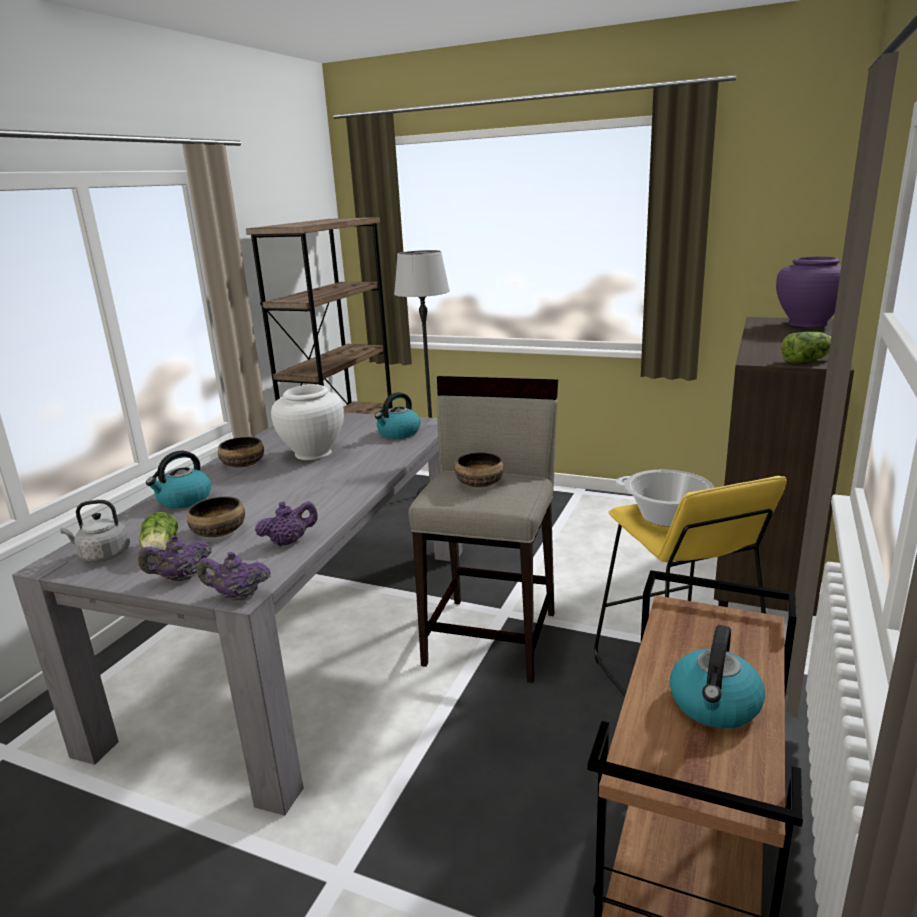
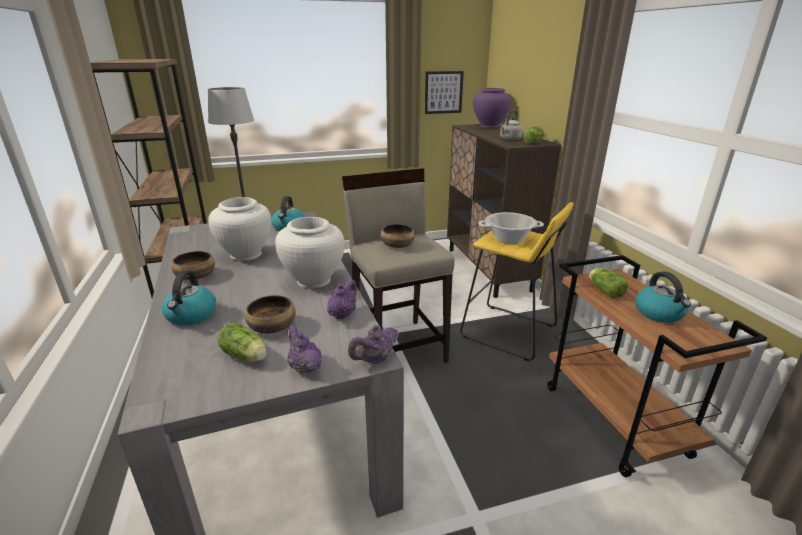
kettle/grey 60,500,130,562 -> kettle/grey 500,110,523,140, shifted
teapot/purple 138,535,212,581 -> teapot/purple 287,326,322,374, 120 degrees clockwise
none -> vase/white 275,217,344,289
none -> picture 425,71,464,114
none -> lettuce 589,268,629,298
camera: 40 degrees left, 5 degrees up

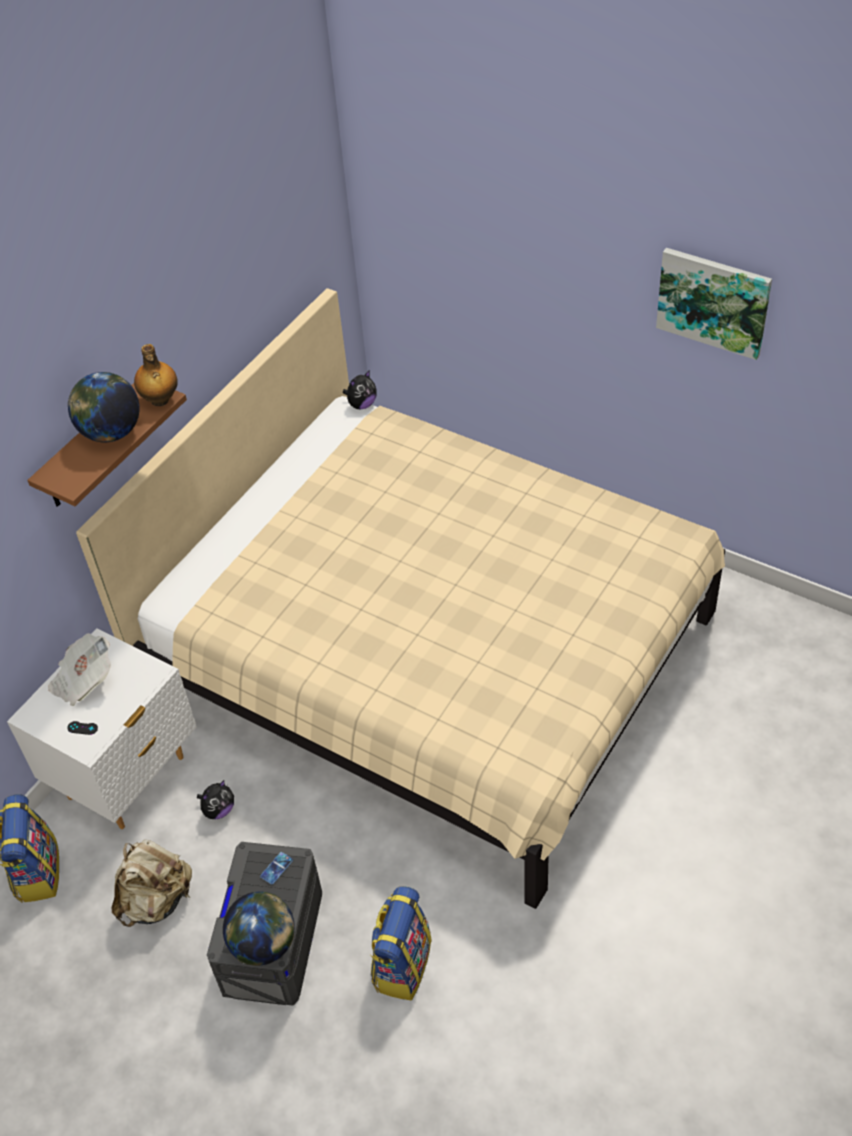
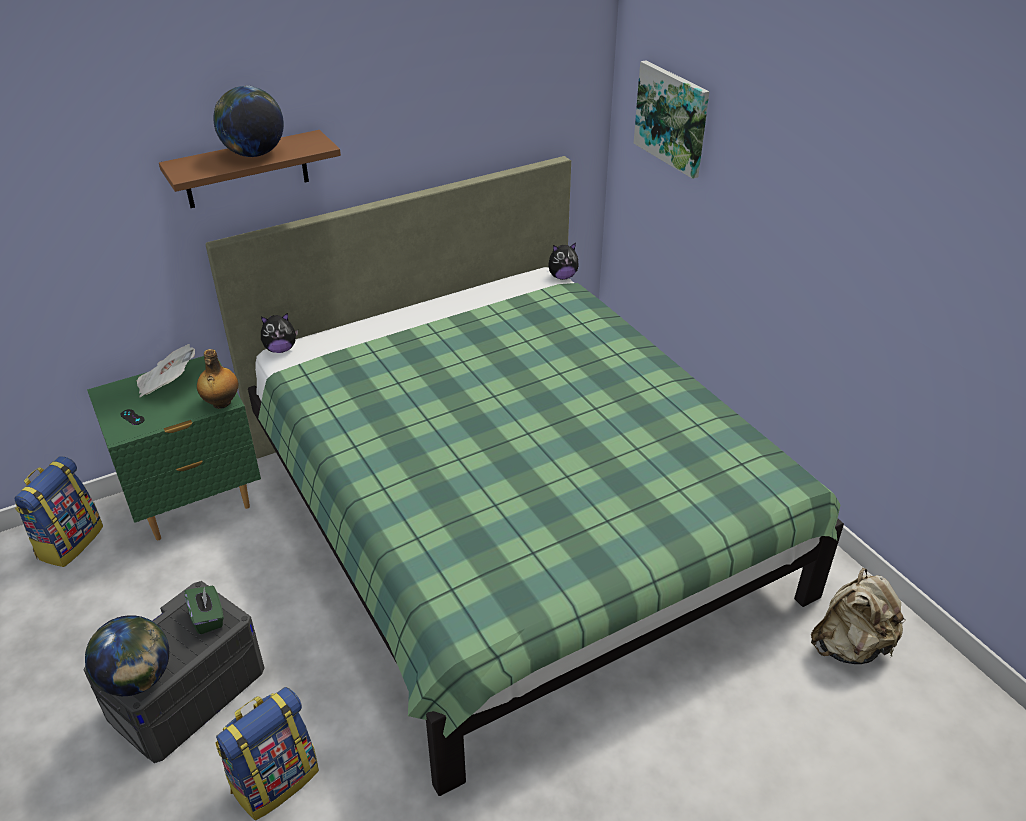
nightstand/white 7,628,197,829 -> nightstand/green 87,356,261,540
bed/beige 76,288,725,909 -> bed/green 205,156,844,796
backpack/beige 112,840,192,927 -> backpack/beige 811,568,906,664, shifted
bottle 134,344,178,406 -> bottle 197,349,238,409, shifted
plush toy 197,780,234,819 -> plush toy 261,313,298,353, shifted
phone 260,852,293,885 -> tissue box/green 184,585,224,634
picture 656,248,772,360 -> picture 634,60,709,179, shifted
camera: 25 degrees right, 10 degrees down

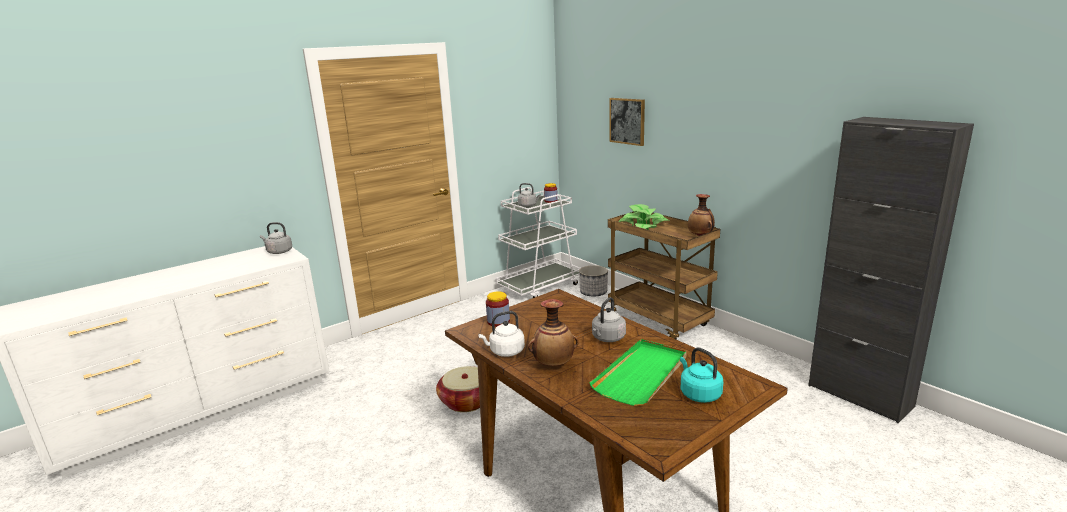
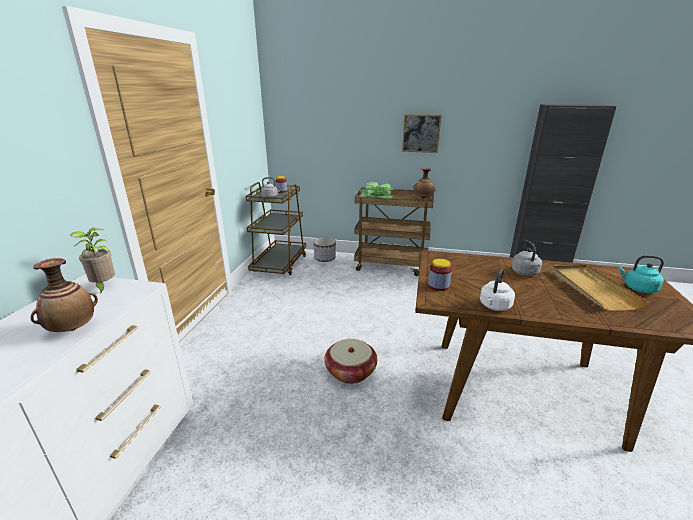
kettle/grey 260,222,292,254 -> potted plant 70,228,115,292
cart/white 495,187,580,298 -> cart/brown 245,182,306,275
vase 528,299,578,366 -> vase 30,258,98,332, shifted
tray/green 589,339,687,406 -> tray/beige 552,265,650,311
picture 610,98,645,146 -> picture 402,114,441,153, shifted
camera: 40 degrees left, 5 degrees up

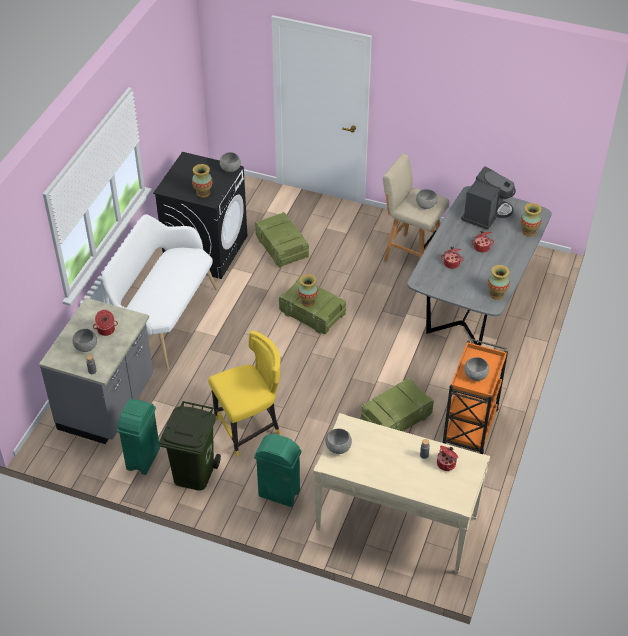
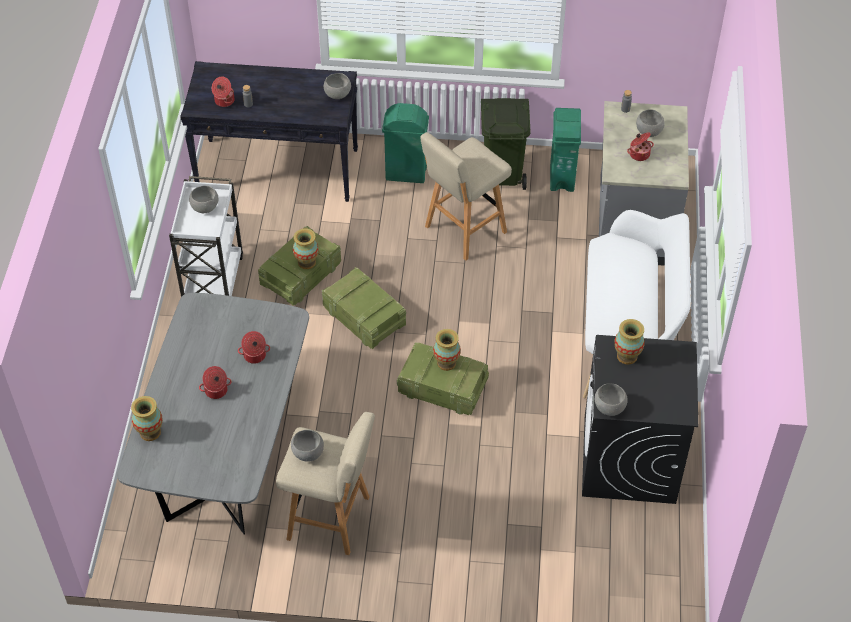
chair/yellow 208,331,280,456 -> stool/beige 421,132,512,261
crate 255,212,309,268 -> crate 322,267,406,349, shifted
console table/beige 313,413,490,574 -> console table/black 180,61,358,202
cart/orange 443,339,508,454 -> cart/white 169,176,243,297
coffee machine 461,166,516,230 -> none
vase 488,265,510,300 -> vase 293,228,319,269, shifted
camera: 165 degrees right, 5 degrees up

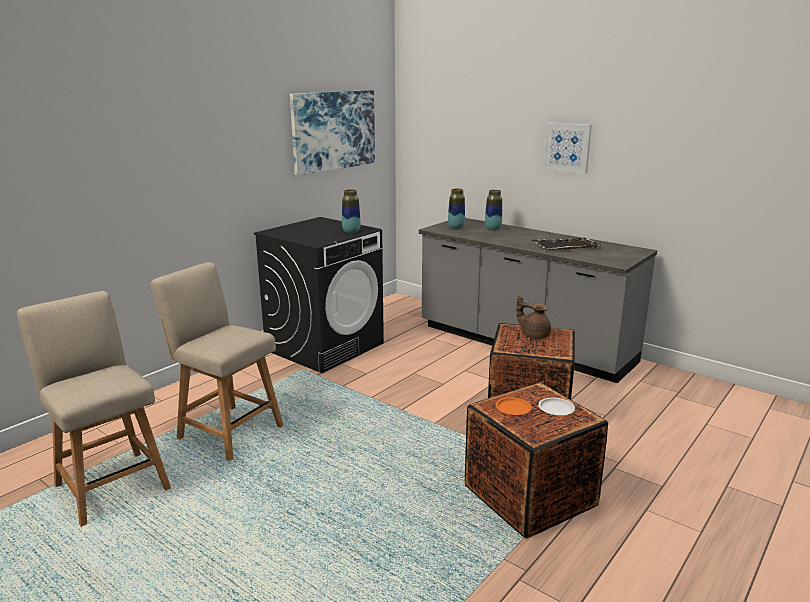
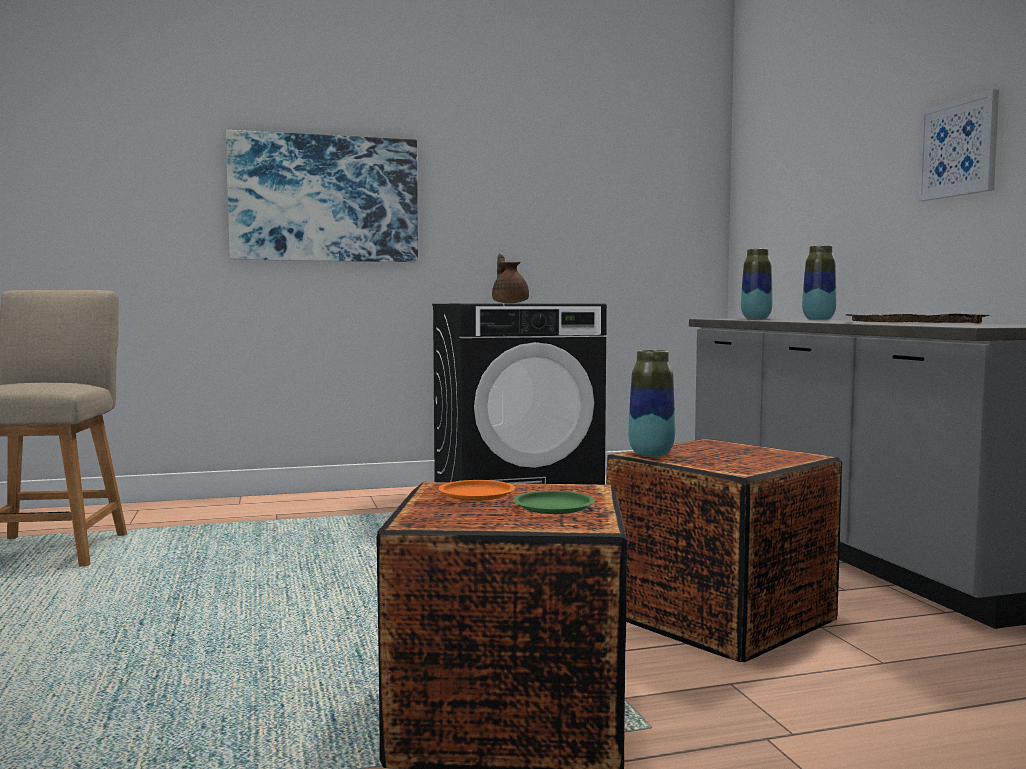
chair/beige 151,262,284,461 -> none
picture 290,90,375,176 -> picture 226,130,418,262, shifted
vase 342,189,361,233 -> vase 628,350,675,457, shifted
teapot/brown 516,295,551,339 -> teapot/brown 492,254,529,303, shifted
plate/white 538,398,575,416 -> plate/green 513,491,595,514
camera: 35 degrees right, 15 degrees down

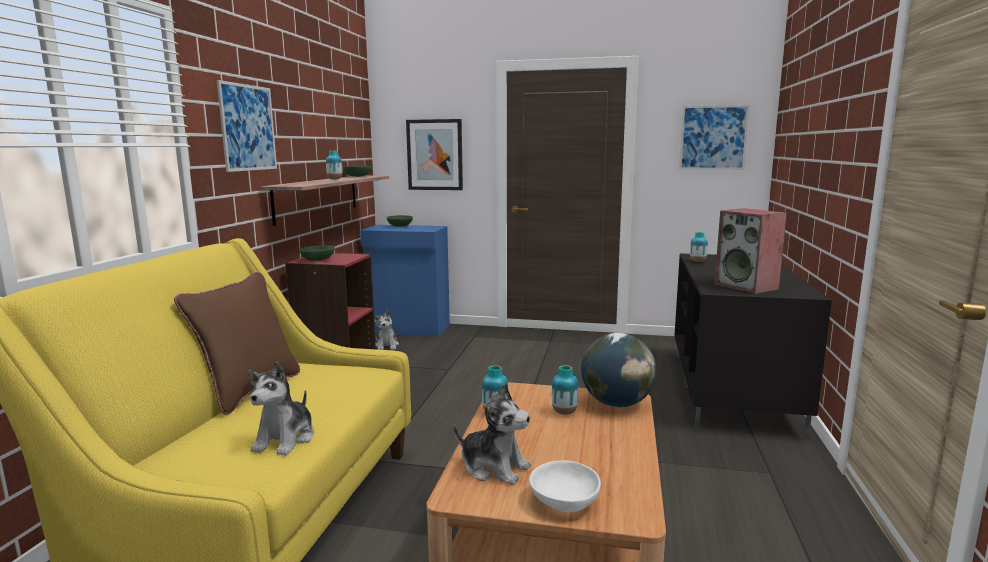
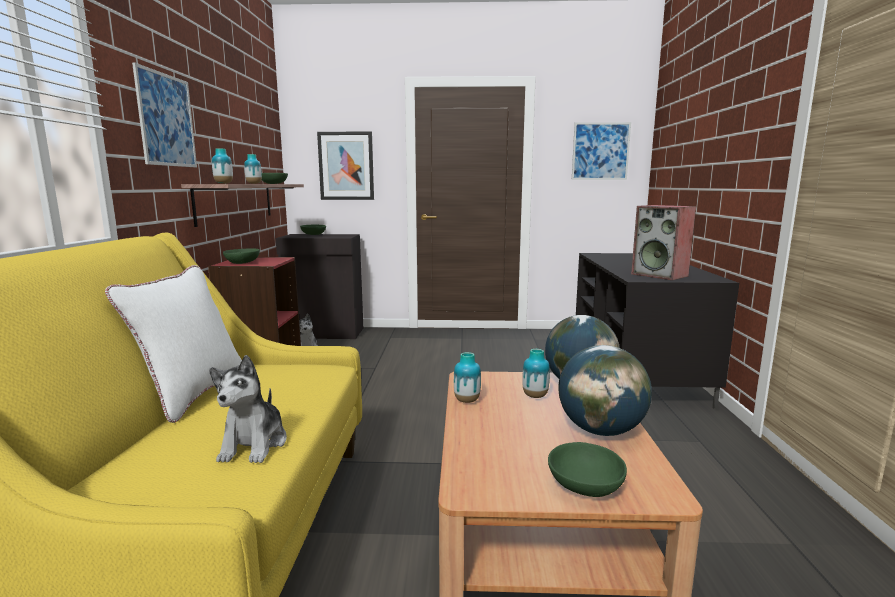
pillow/brown 174,272,300,415 -> pillow/white 105,265,242,423
cabinet/blue 360,225,450,337 -> cabinet/black 276,234,363,339
plush toy 454,383,531,485 -> none
bowl/white 529,460,601,512 -> bowl/green 548,442,627,497
vase 690,232,708,262 -> vase 212,148,233,184, shifted
none -> globe 559,345,652,436
camera: 10 degrees left, 0 degrees up

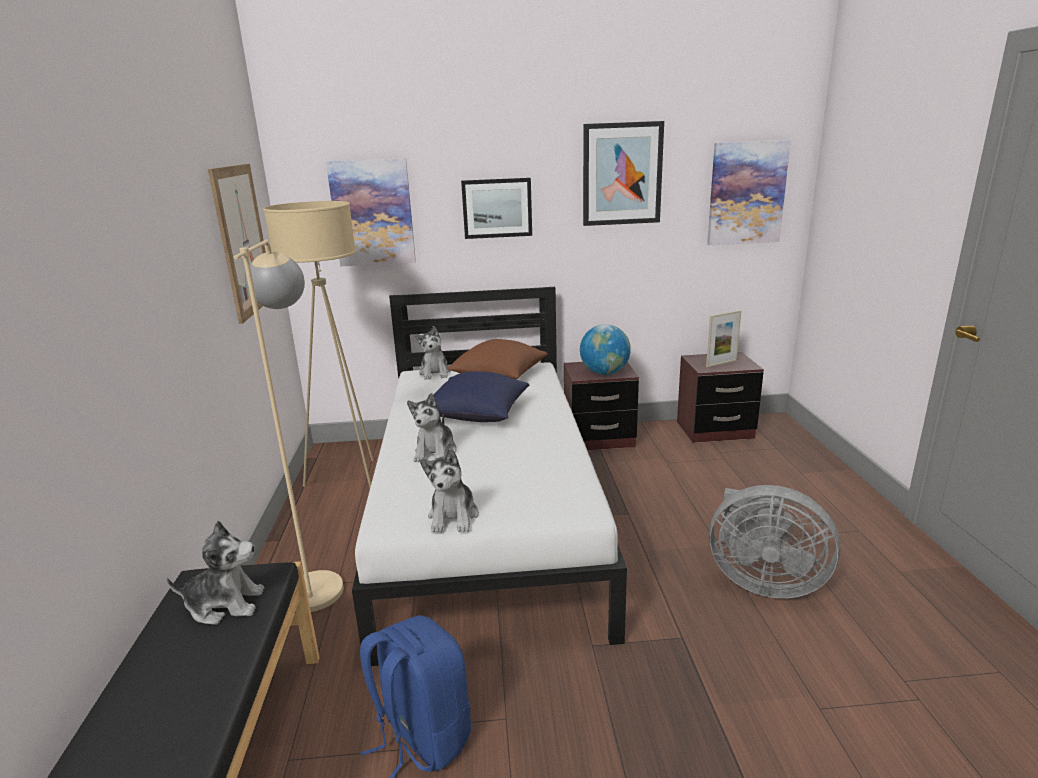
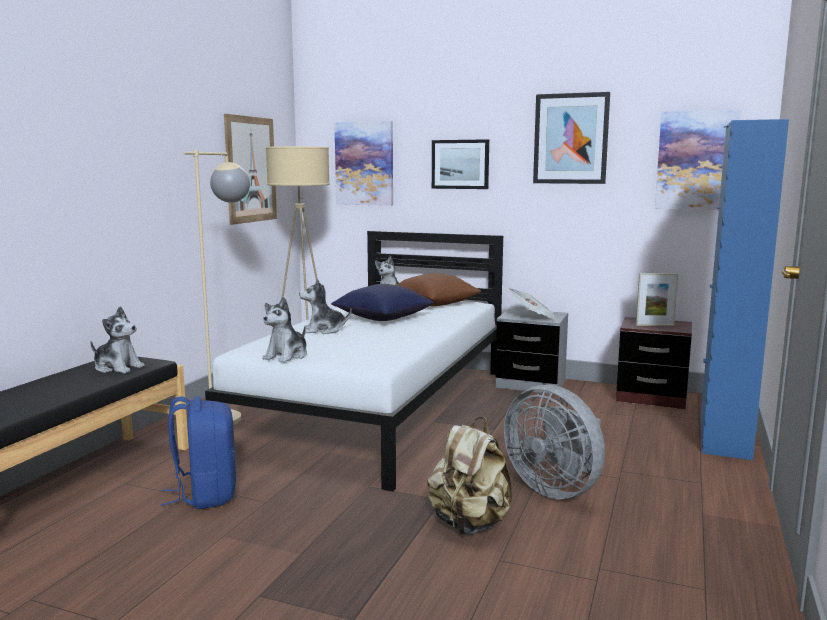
plush toy 407,393,457,462 -> plush toy 299,278,352,334, 45 degrees clockwise
nightstand/brown 564,362,639,450 -> nightstand/grey 495,309,568,394
globe 580,324,631,375 -> newspaper 509,288,556,320
none -> backpack/beige 427,417,512,535
none -> cabinet/blue 700,119,789,460
camera: 25 degrees right, 10 degrees down

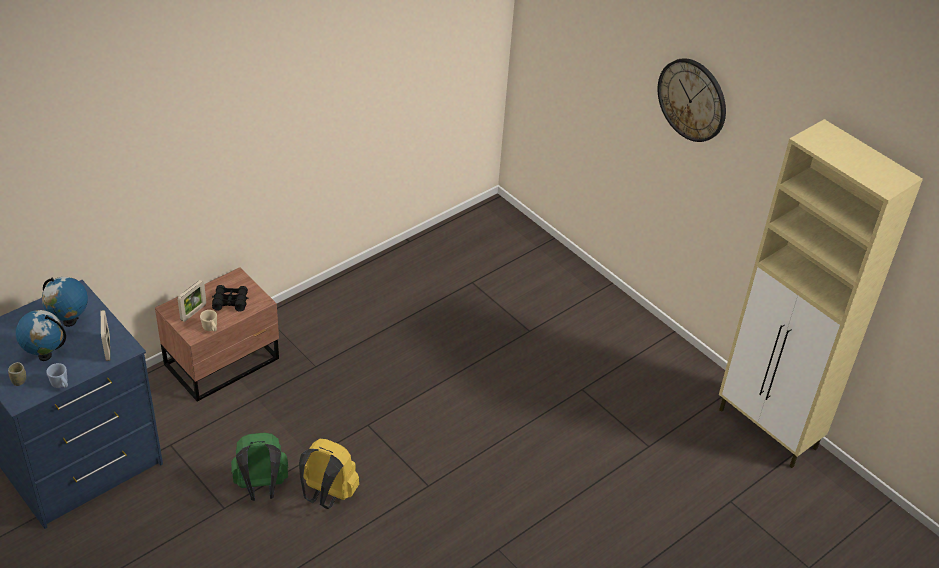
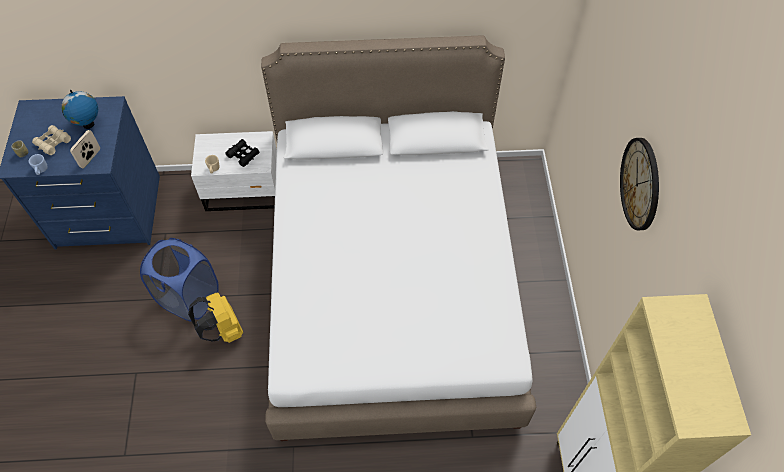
globe 16,310,66,361 -> binoculars/beige 32,125,71,155
nightstand/brown 155,267,279,402 -> nightstand/white 191,131,277,211
picture frame 178,280,206,322 -> none
backpack/green 231,433,288,501 -> laundry basket/blue 140,238,219,321
none -> bed/white 261,35,536,441
camera: 40 degrees right, 15 degrees up

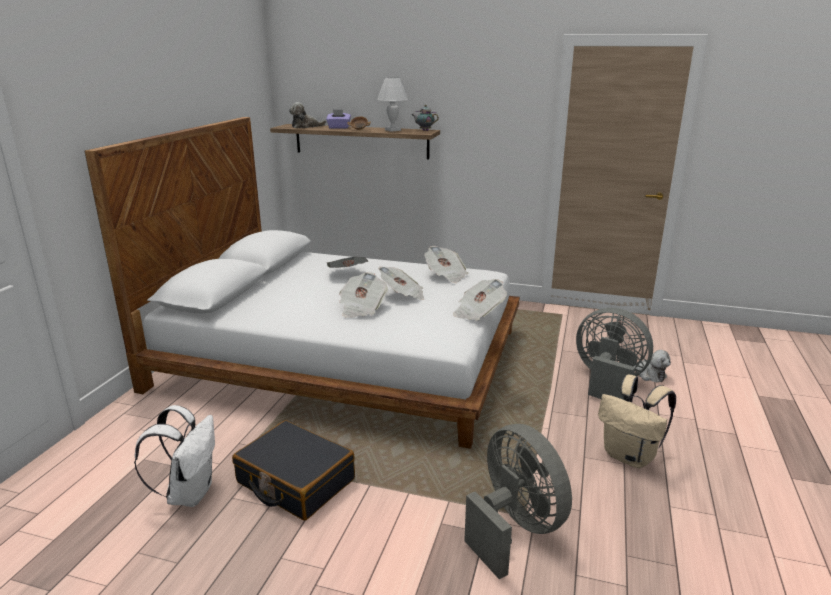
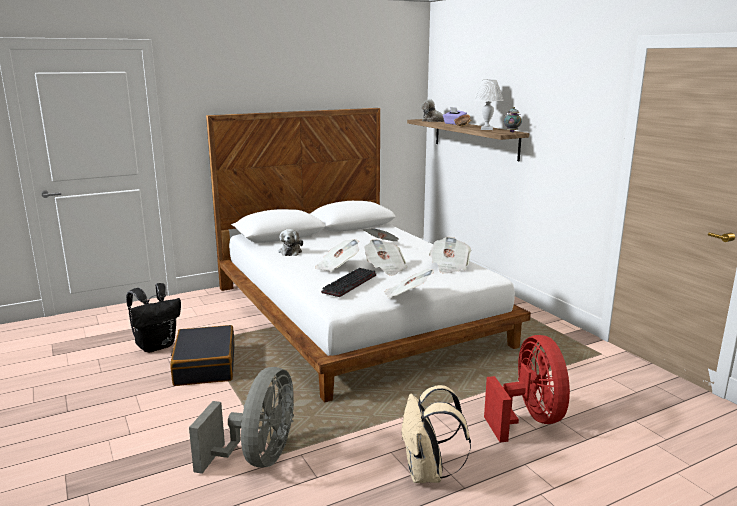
backpack/white 134,405,215,507 -> backpack/black 126,283,181,352
fan/grey 576,308,653,401 -> fan/red 484,335,570,442
plush toy 633,350,671,382 -> plush toy 278,229,303,256, shifted
none -> keyboard 321,268,376,297
camera: 45 degrees right, 5 degrees down

